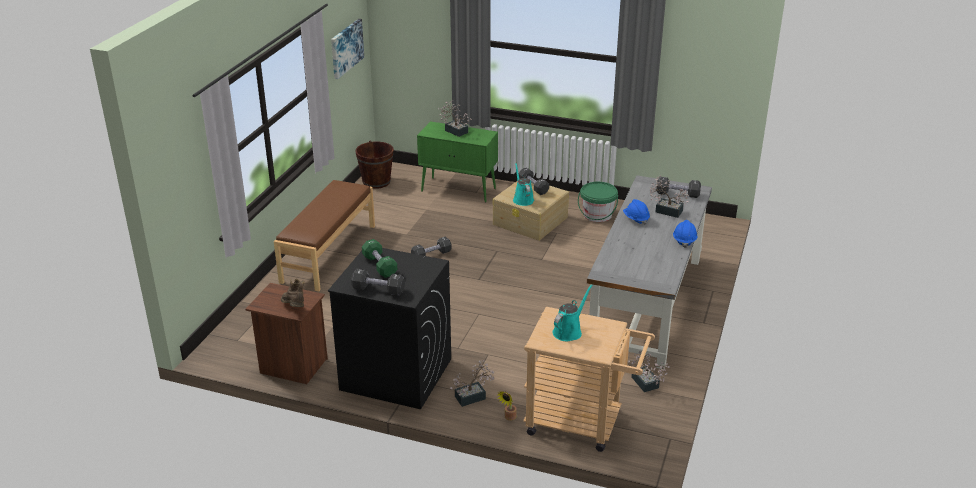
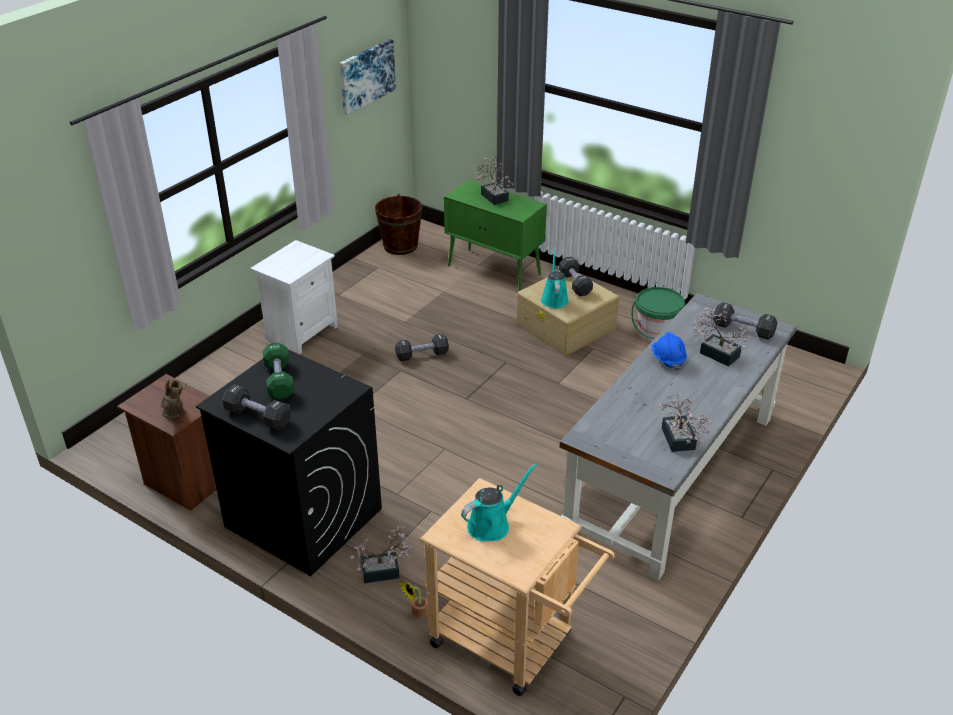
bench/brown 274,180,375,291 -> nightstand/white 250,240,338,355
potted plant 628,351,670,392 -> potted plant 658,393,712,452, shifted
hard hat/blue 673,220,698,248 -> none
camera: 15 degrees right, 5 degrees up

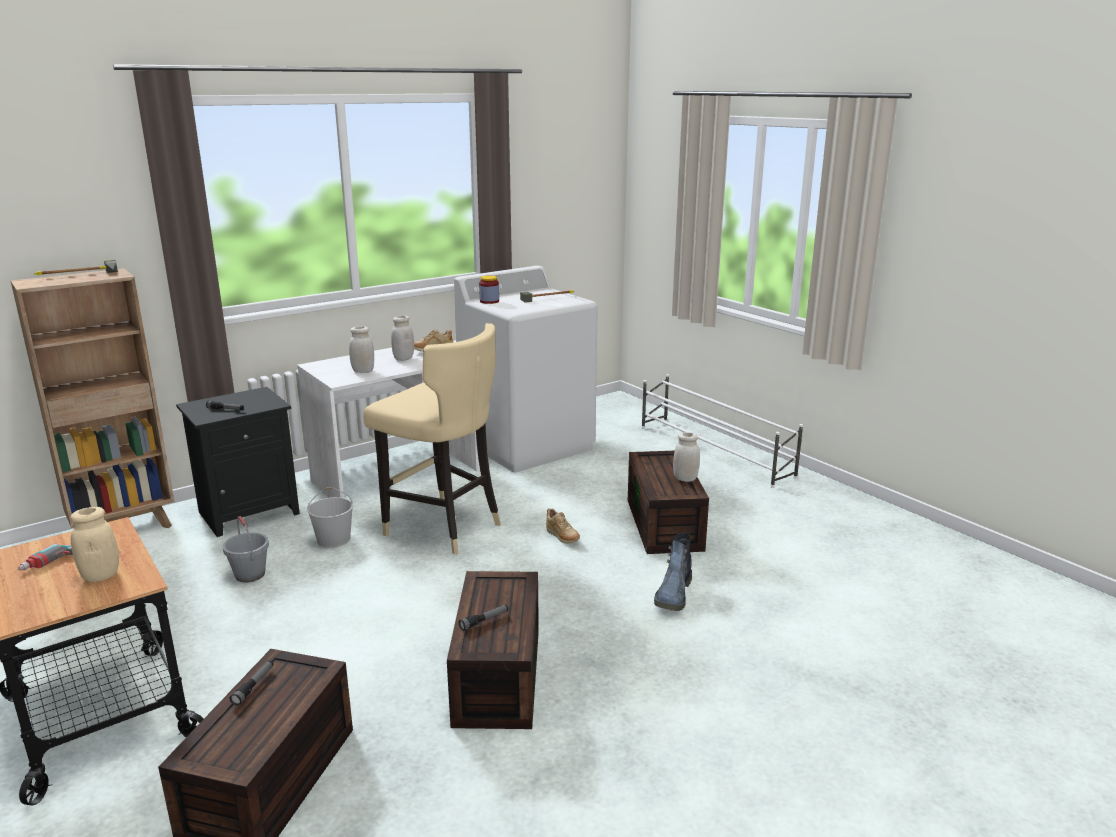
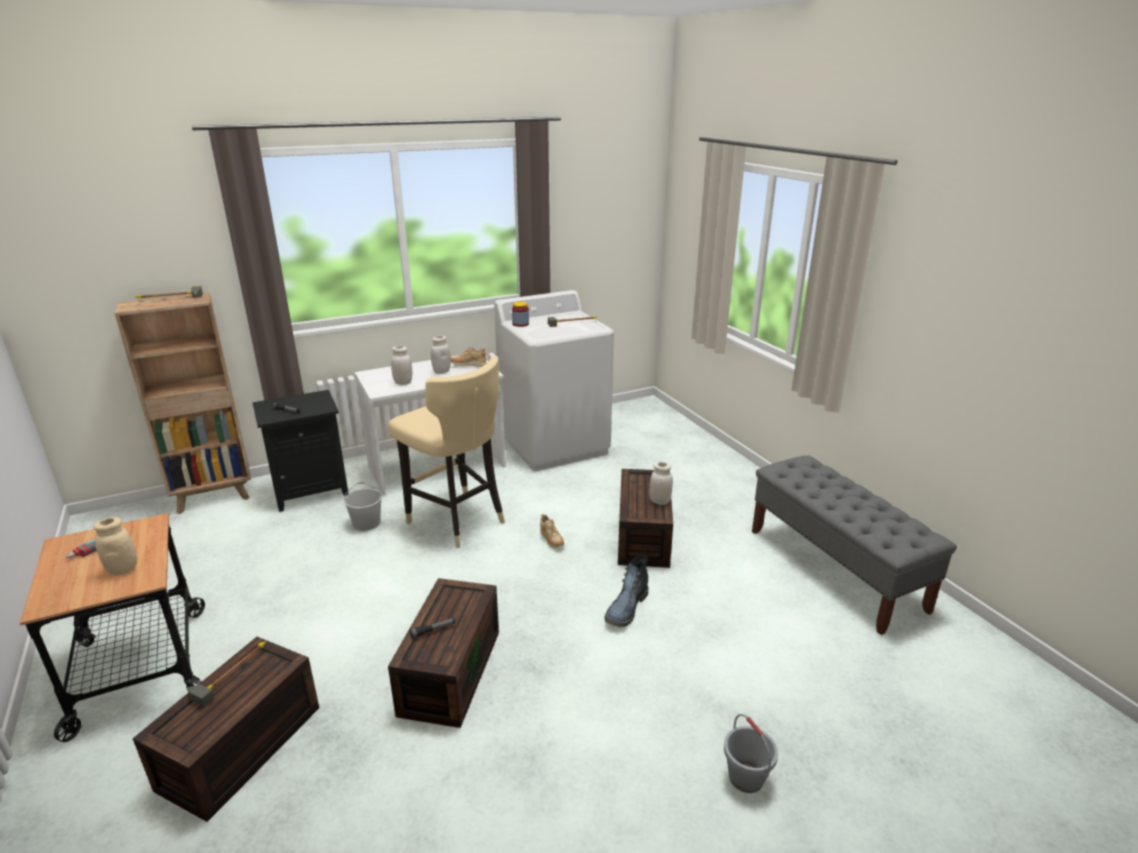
bucket/grey 222,516,269,583 -> bucket/grey 724,714,778,793, shifted
flashlight 230,661,273,706 -> hammer 186,641,266,708
shoe rack/white 642,374,803,488 -> none
none -> bench/grey 752,455,957,635
camera: 10 degrees right, 5 degrees up

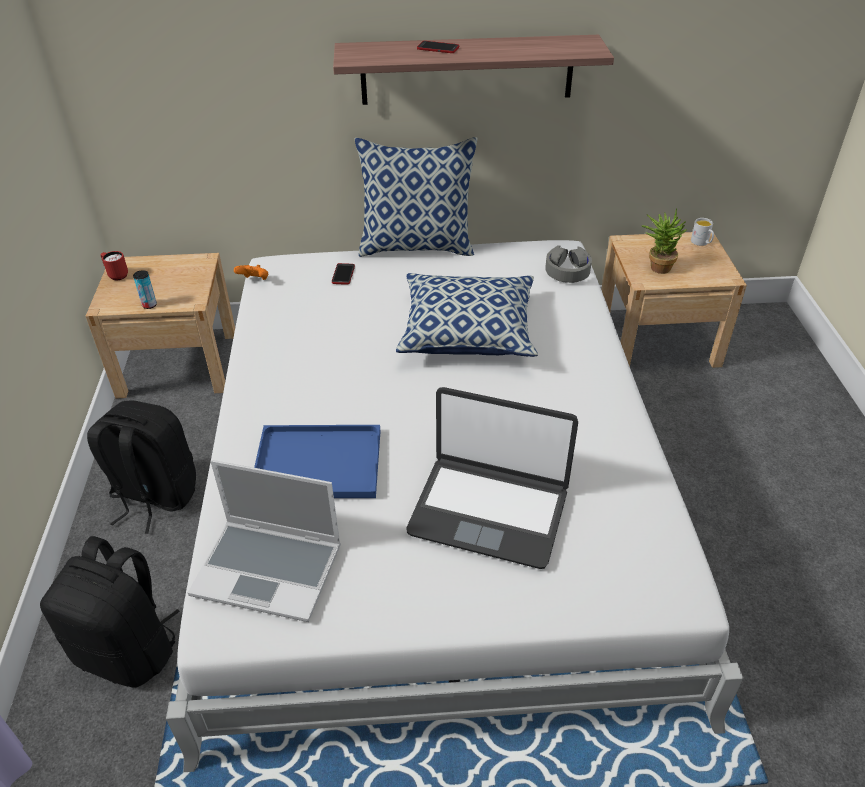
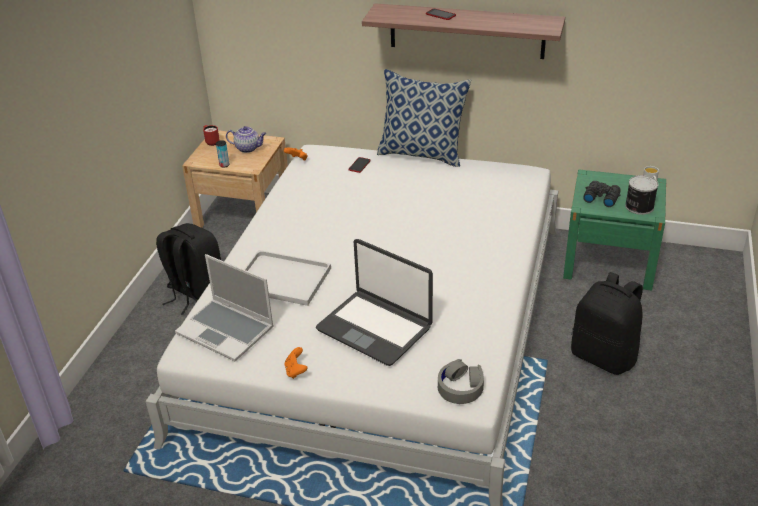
backpack/black 40,536,180,688 -> backpack/black 571,272,643,375, shifted
tray/blue 254,425,380,498 -> tray/white 244,250,331,306
pillow 396,273,538,357 -> none
headphones/grey 545,245,592,283 -> headphones/grey 438,359,484,404, shifted
nightstand/beige 601,232,747,368 -> nightstand/green 563,169,666,291
potted plant 642,208,687,274 -> binoculars/black 583,181,621,207
none -> teapot 226,126,266,153
none -> game controller/orange 285,347,307,379
none -> can 625,175,659,215
camera: 20 degrees right, 5 degrees down

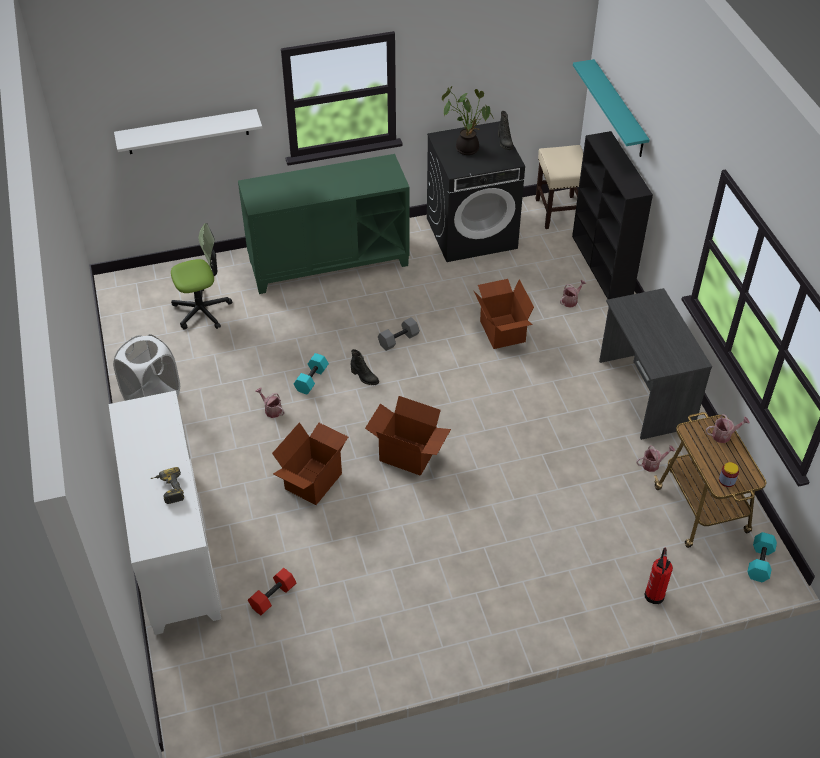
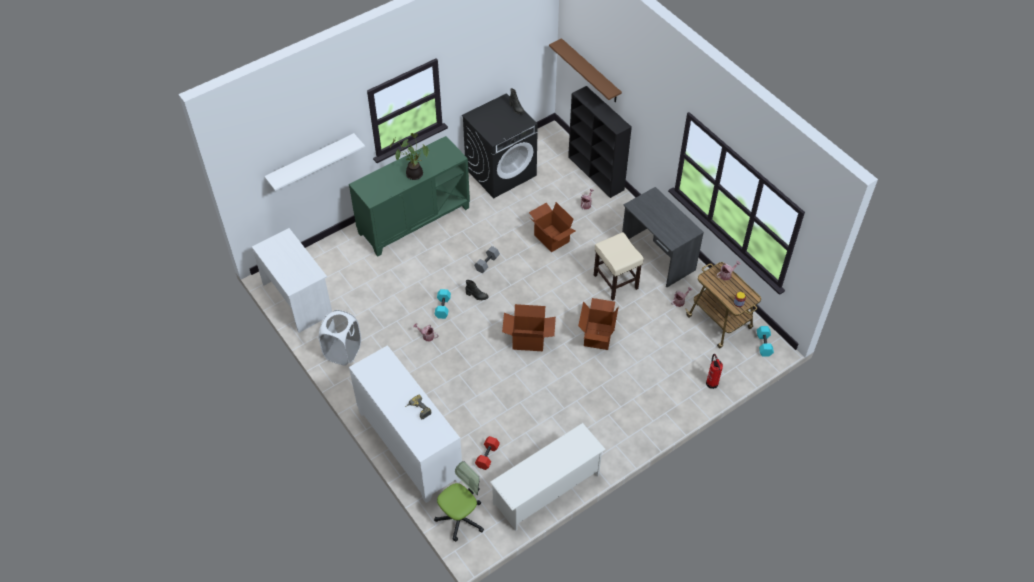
office chair 171,223,232,330 -> office chair 434,461,484,542, shifted
cardboard box 272,422,348,505 -> cardboard box 578,298,619,350, shifted
potted plant 442,86,494,155 -> potted plant 390,133,428,180, shifted
stool/beige 536,145,583,229 -> stool/beige 594,232,644,301, shifted
shelf/turquoise 573,59,650,157 -> shelf/brown 549,38,622,103
none -> desk/white 252,228,332,333
none -> shoe rack/white 490,423,606,531
camera: 20 degrees left, 5 degrees up

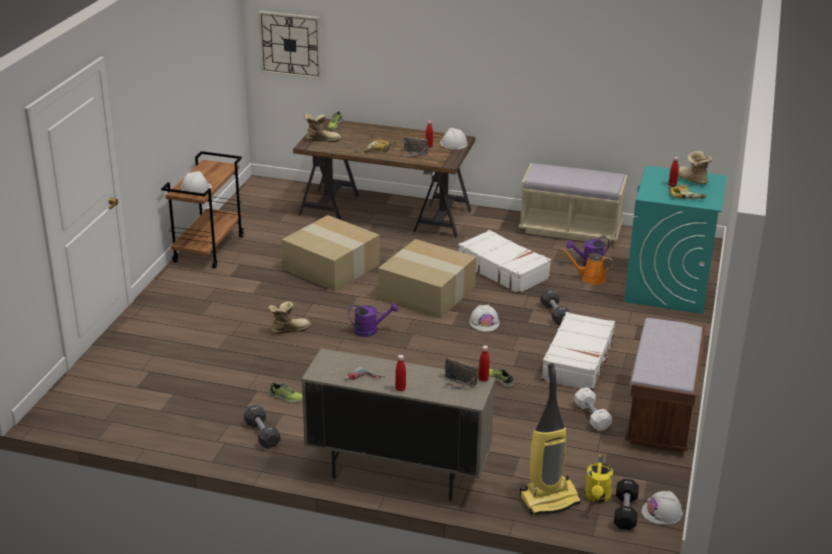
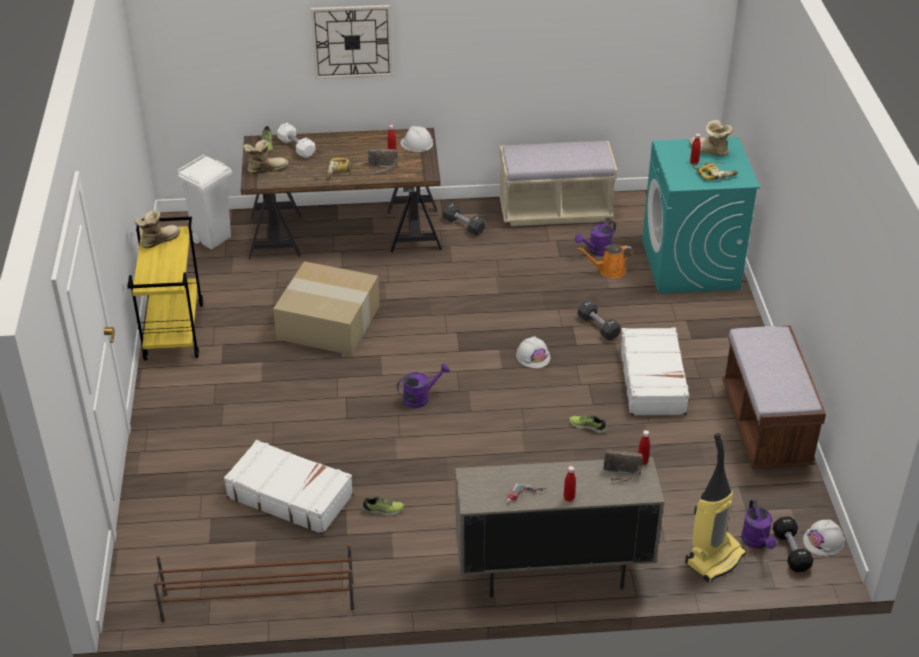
cart/brown 161,151,244,268 -> cart/yellow 127,217,203,360
hard hat/white 181,171,212,193 -> none
dumbbell/black 244,405,281,449 -> dumbbell/black 443,203,485,236, shifted
wall clock 258,11,321,80 -> wall clock 311,5,392,79, shifted
boot 268,301,311,334 -> boot 134,210,181,249, shifted
cardboard box 378,239,476,318 -> none
suitcase/white 458,230,551,294 -> suitcase/white 224,440,353,535, shifted
dumbbell/white 574,387,612,431 -> dumbbell/white 277,123,316,158, shifted
watering can/yellow 585,455,613,503 -> watering can/purple 741,500,777,549
none -> shoe rack/brown 153,544,354,622
none -> trash can/white 177,154,232,249
camera: 20 degrees left, 10 degrees up

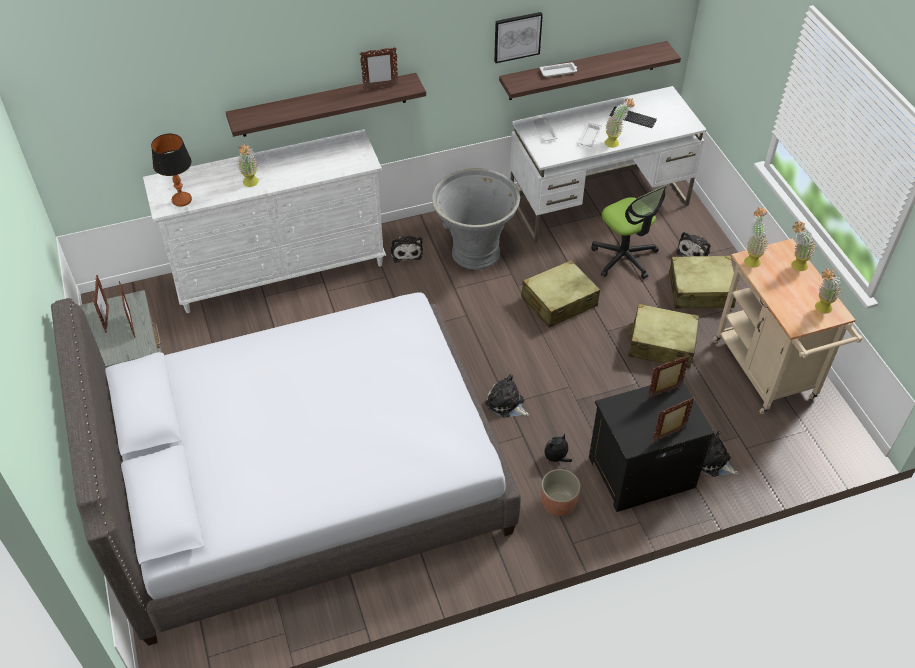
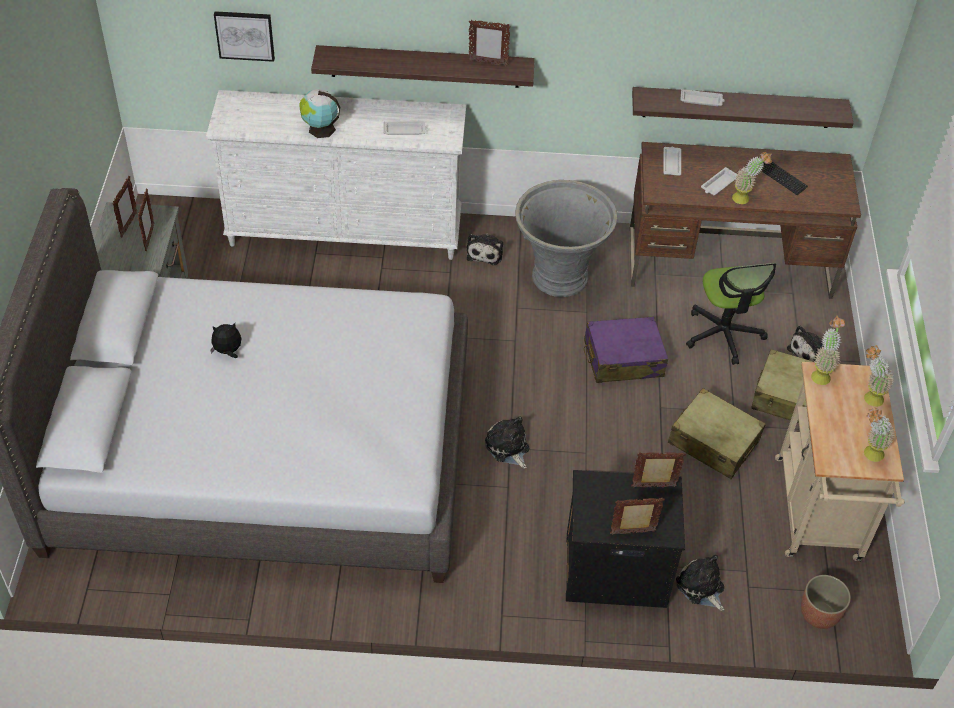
table lamp 151,134,192,207 -> none
potted plant 237,144,259,187 -> globe 299,89,340,138
picture 494,12,543,63 -> picture 214,11,275,62, shifted
desk/white 510,86,707,243 -> desk/brown 630,142,861,299
suitcase/beige 521,260,600,328 -> suitcase/purple 583,316,668,383
planter 541,469,581,516 -> planter 801,575,851,629, shifted
plush toy 545,434,572,462 -> plush toy 210,323,241,358, shifted
none -> tray/white 383,121,427,135
camera: 20 degrees right, 0 degrees up

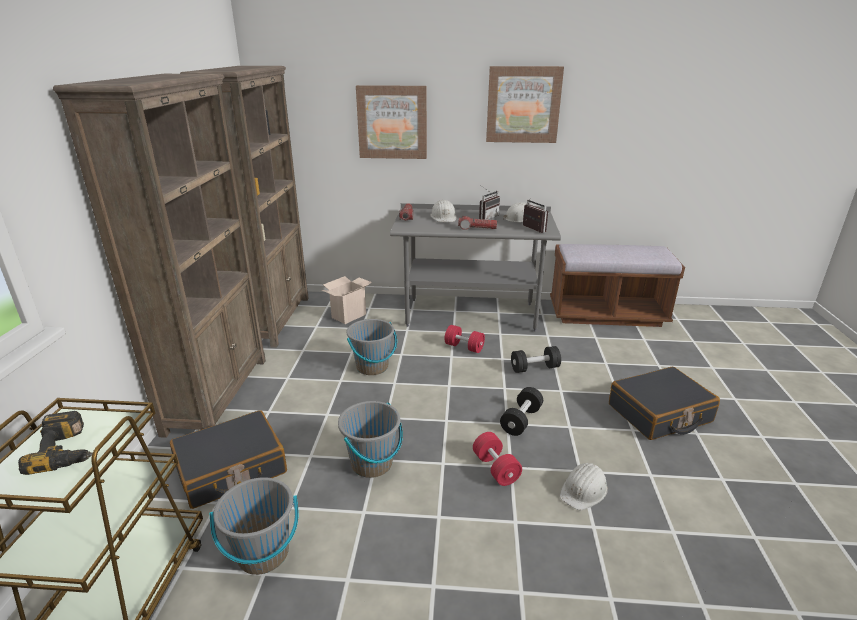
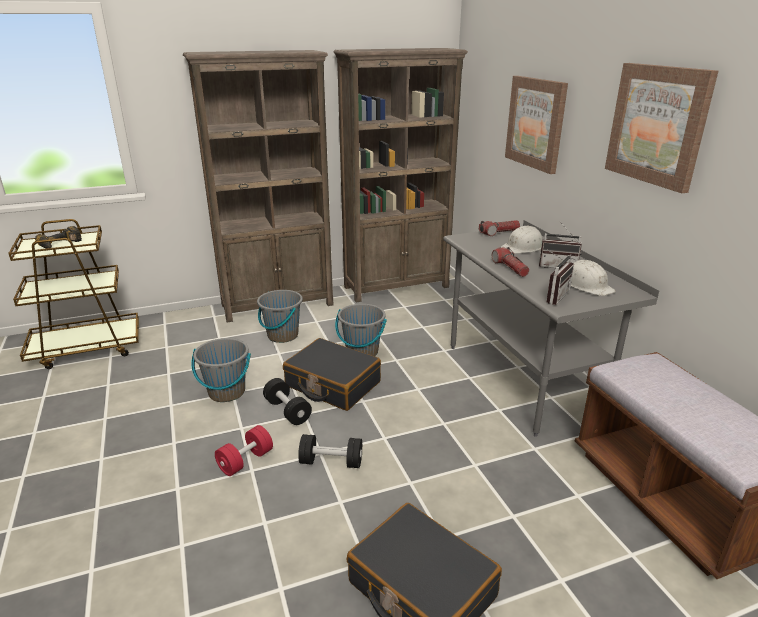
suitcase/black 170,410,287,509 -> suitcase/black 283,338,381,411, shifted
bucket/grey 210,477,299,575 -> bucket/grey 257,290,303,343, shifted
cardboard box 322,276,372,324 -> none
dumbbell/red 444,325,485,353 -> none
dumbbell/black 511,346,561,373 -> dumbbell/black 263,378,312,425, shifted
hard hat/white 560,463,608,510 -> none
camera: 65 degrees right, 0 degrees up

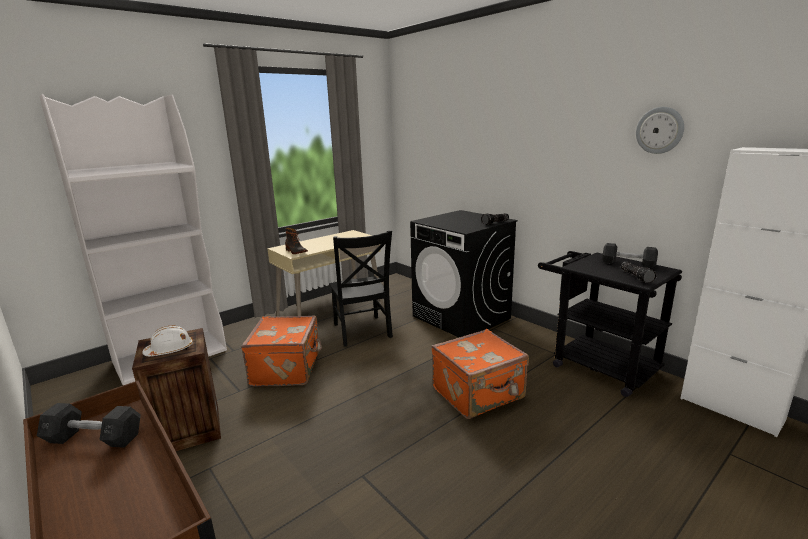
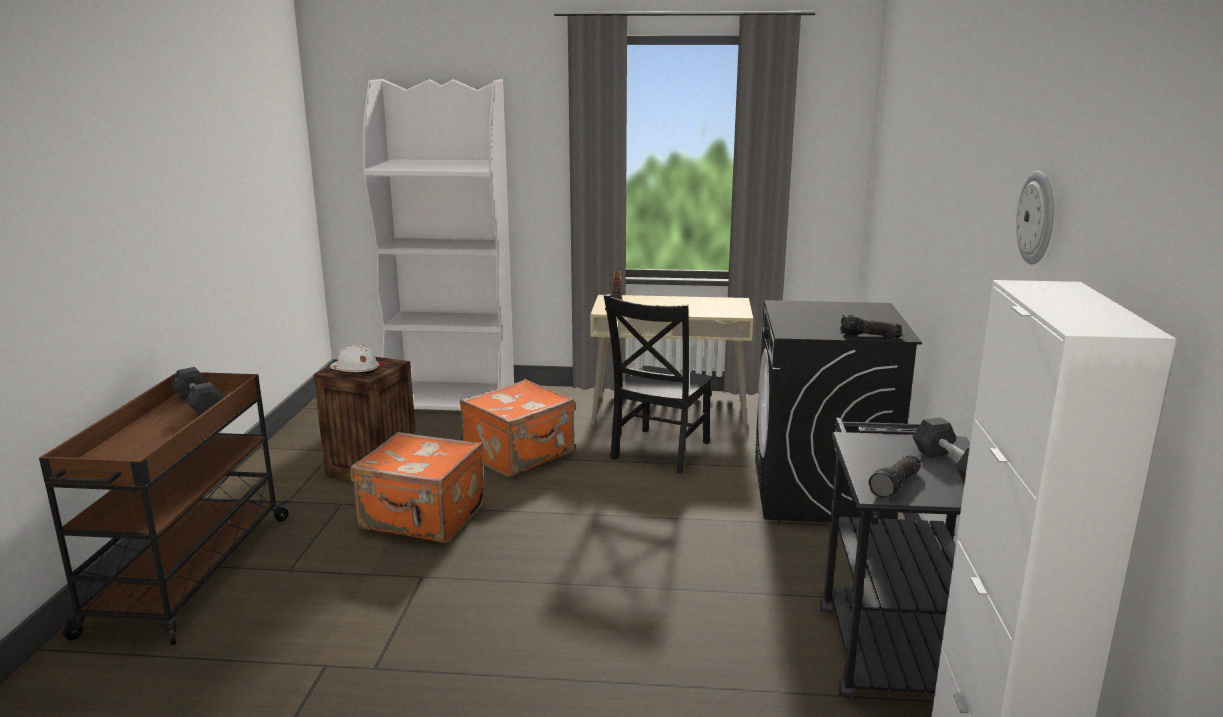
suitcase/orange 431,329,529,419 -> suitcase/orange 350,432,485,543, shifted
camera: 45 degrees right, 0 degrees up

